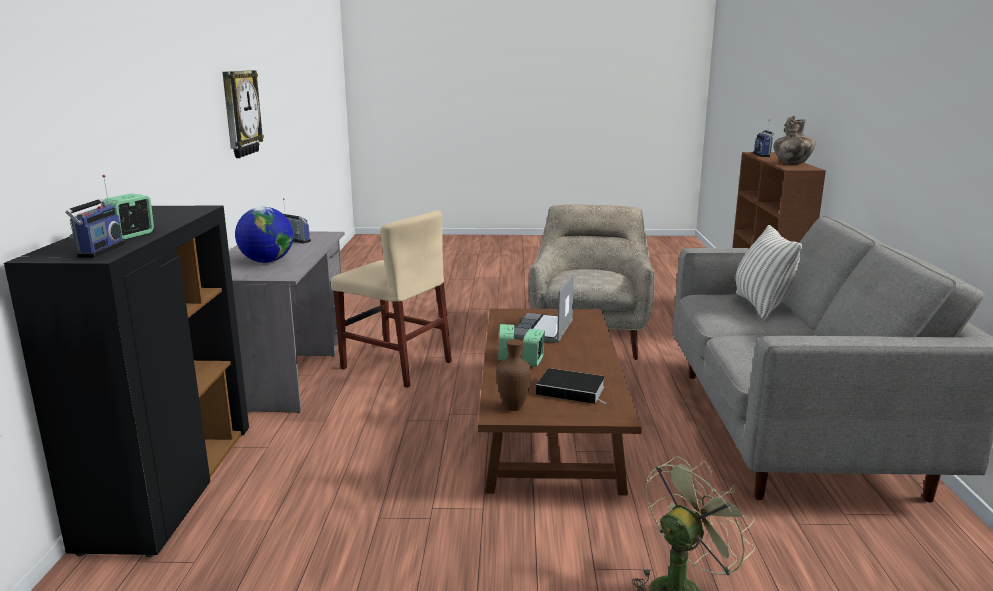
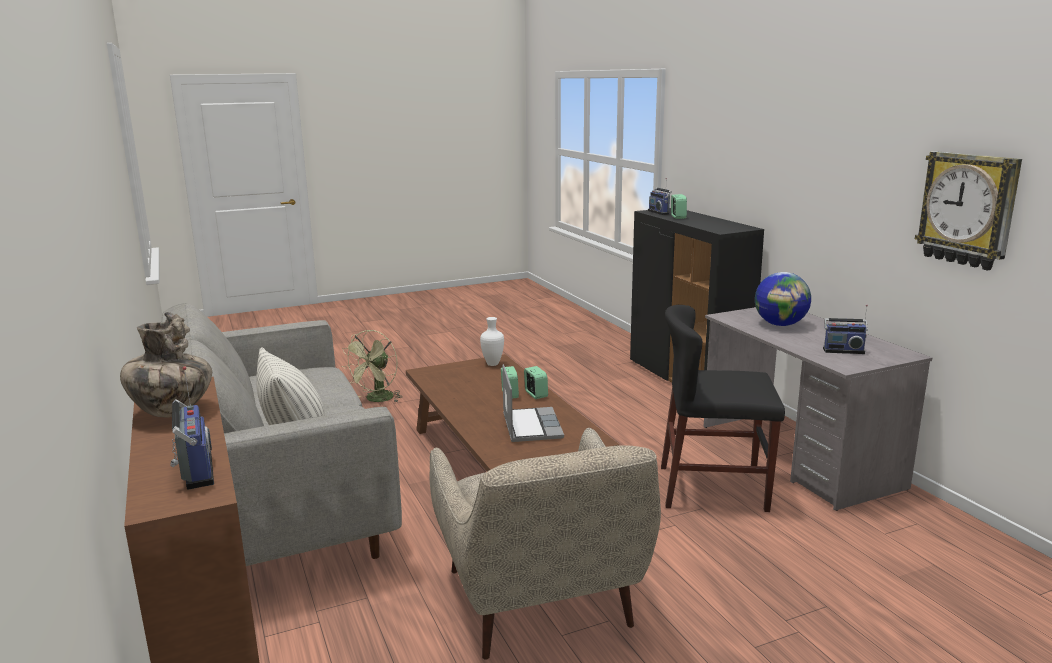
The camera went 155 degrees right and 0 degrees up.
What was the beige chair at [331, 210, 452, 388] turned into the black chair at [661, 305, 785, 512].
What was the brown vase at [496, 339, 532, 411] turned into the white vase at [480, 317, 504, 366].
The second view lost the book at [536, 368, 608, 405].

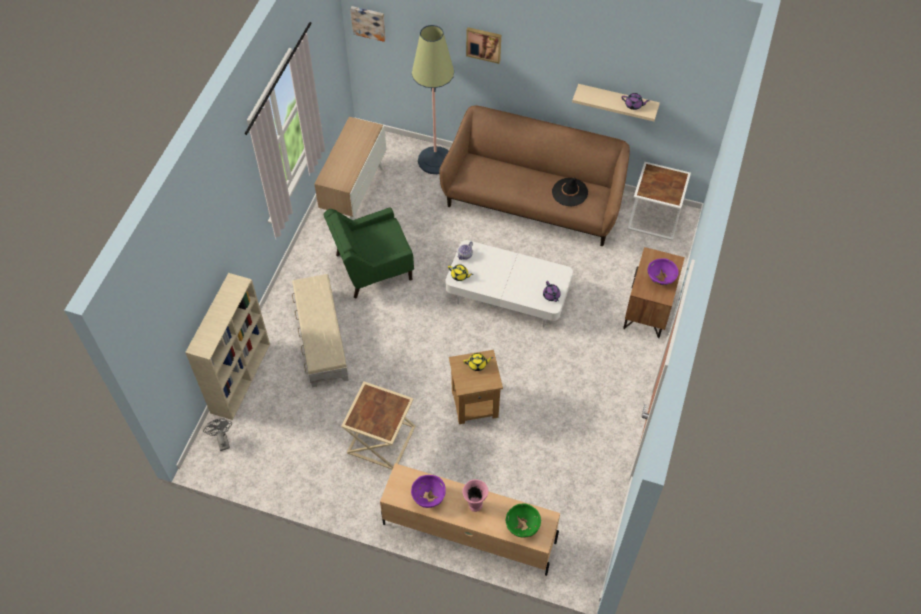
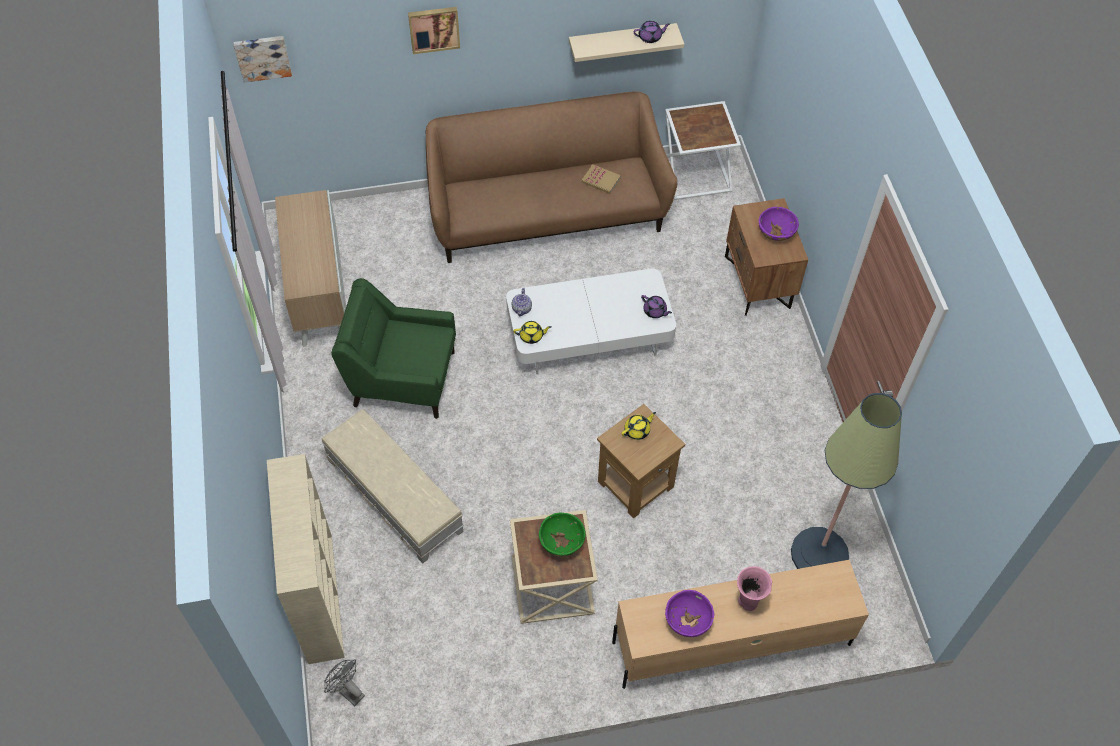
The camera went 30 degrees left and 0 degrees up.
The floor lamp ended up elsewhere, having gone from [412, 25, 454, 174] to [791, 393, 902, 569].
Where the black hat stood at [552, 178, 588, 206], the book came to stand at [581, 164, 621, 194].
The green armchair at [323, 207, 414, 298] ended up facing another way, 60 degrees clockwise from before.
The green bowl ended up elsewhere, having gone from [505, 504, 541, 538] to [539, 512, 586, 556].

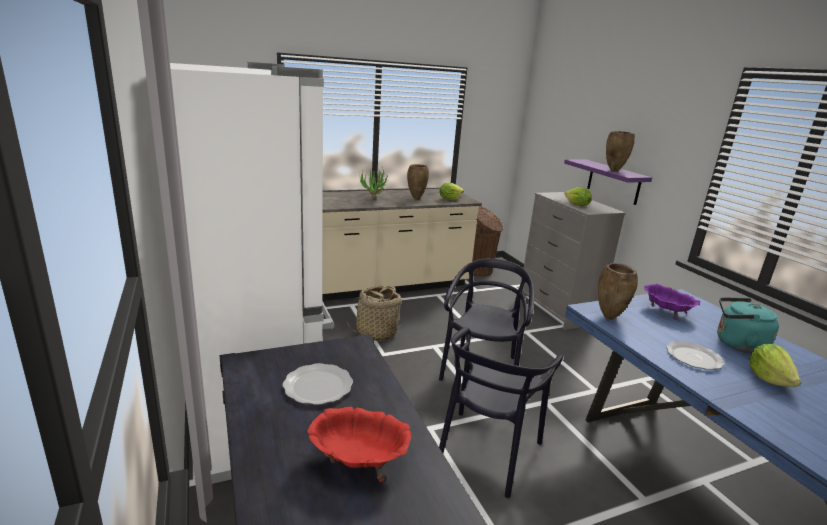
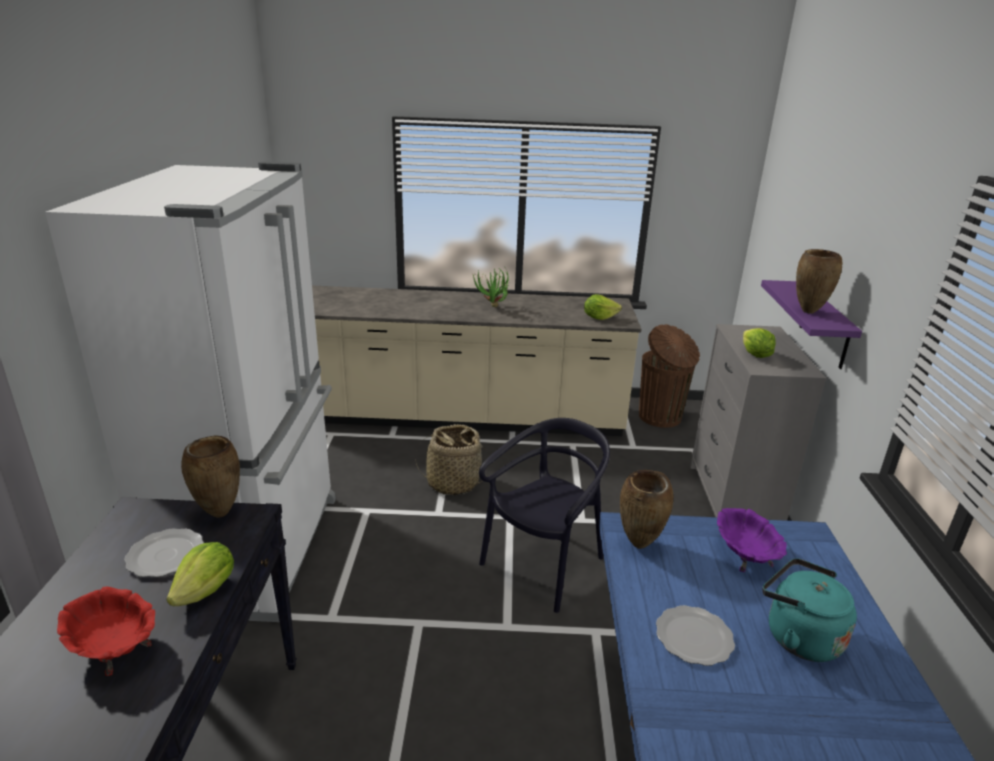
The camera went 25 degrees right and 5 degrees up.
The brown vase ended up elsewhere, having gone from [407, 164, 429, 199] to [181, 435, 240, 518].
The second view lost the black chair at [439, 327, 563, 498].
The lettuce ended up elsewhere, having gone from [749, 344, 801, 387] to [167, 542, 234, 606].

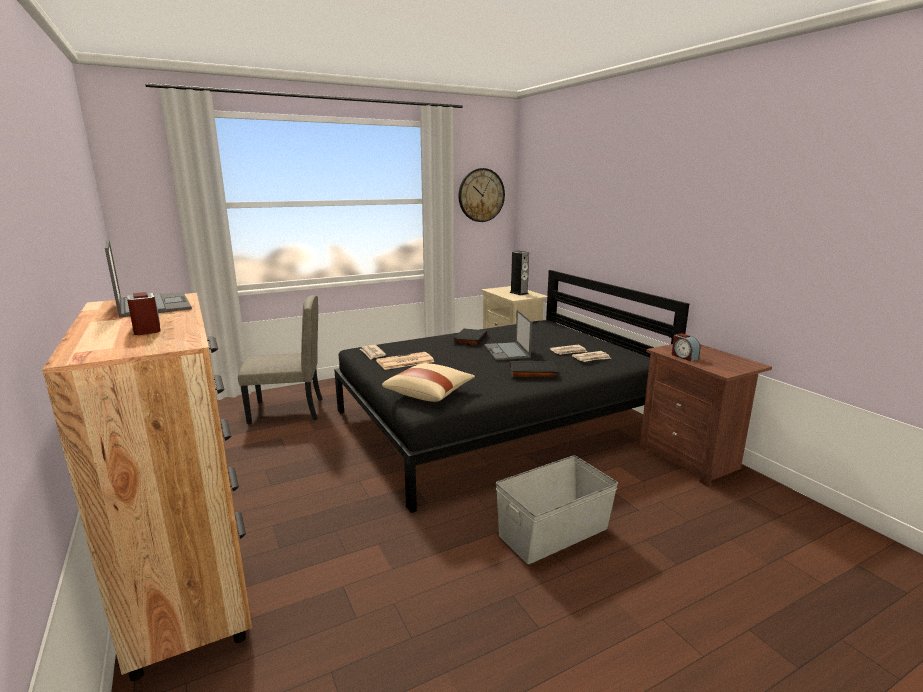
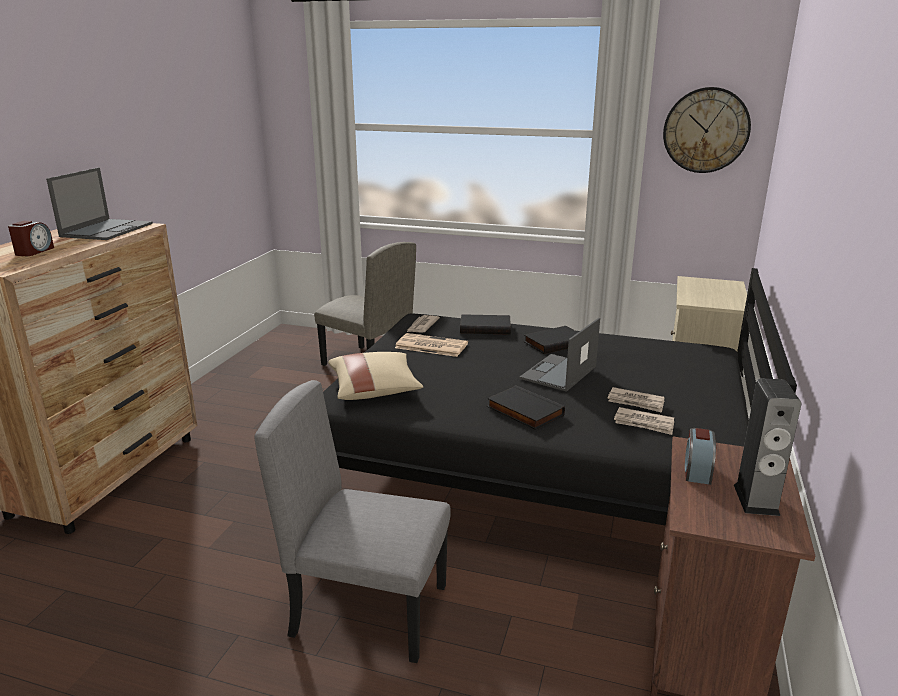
The camera went 45 degrees right and 5 degrees up.
The speaker ended up elsewhere, having gone from [510, 250, 529, 295] to [734, 378, 801, 516].
Where the grey storage box stood at [496, 456, 618, 564], the grey chair came to stand at [254, 380, 451, 663].
The second view gained the black book at [460, 314, 511, 334].

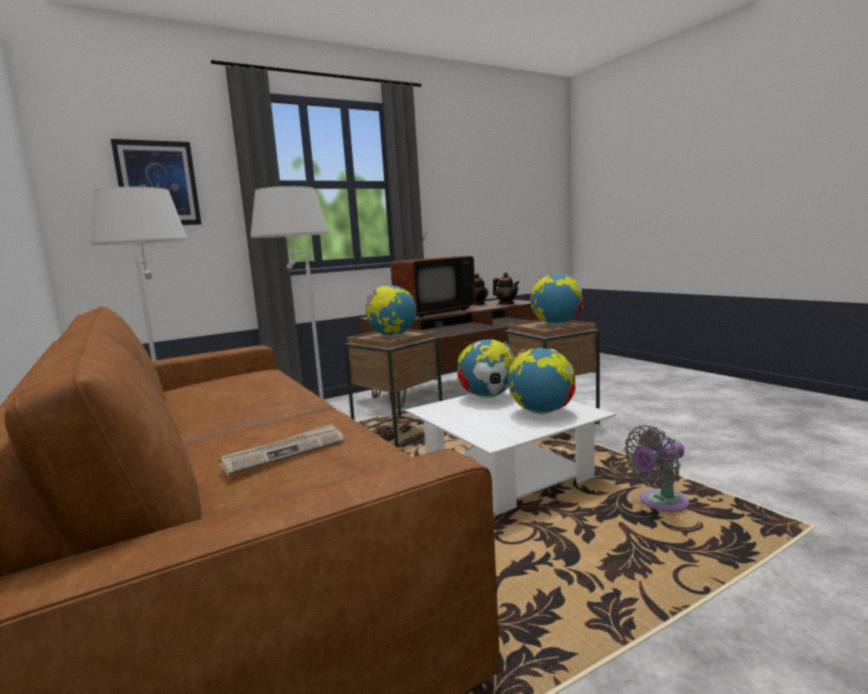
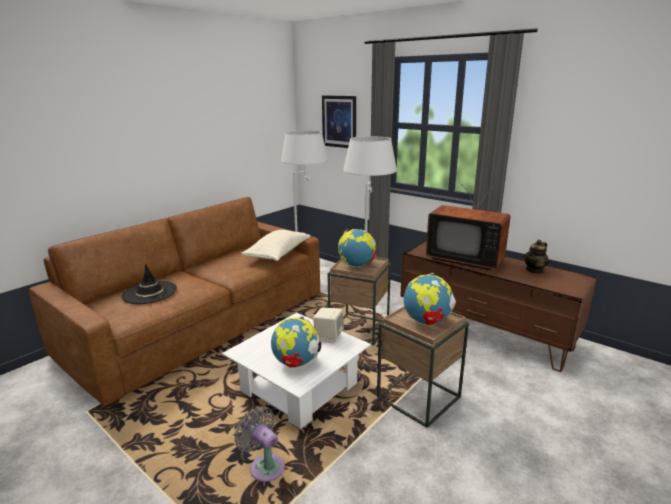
The camera went 70 degrees right and 10 degrees up.
The second view lost the teapot at [493, 273, 519, 304].
Where the globe stood at [457, 339, 516, 398], the beige speaker came to stand at [313, 308, 344, 344].
Where the newspaper stood at [219, 423, 344, 476], the black hat came to stand at [121, 264, 177, 304].
The second view gained the beige pillow at [241, 230, 311, 261].

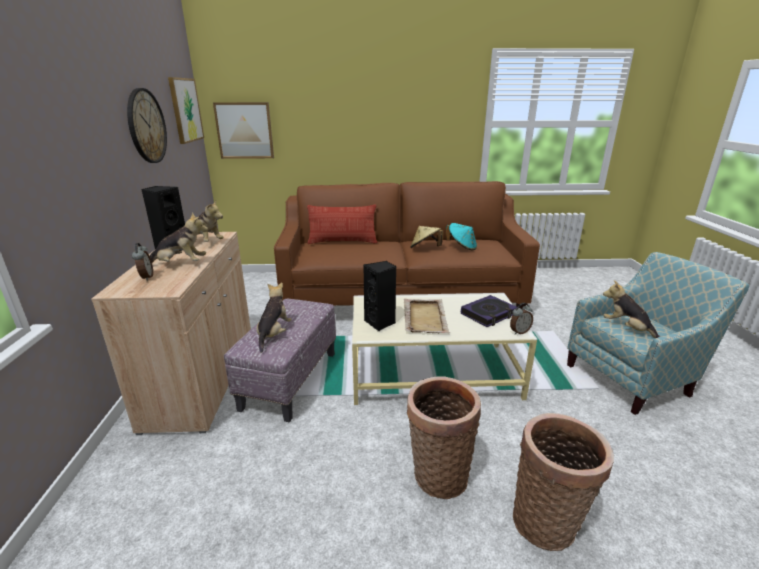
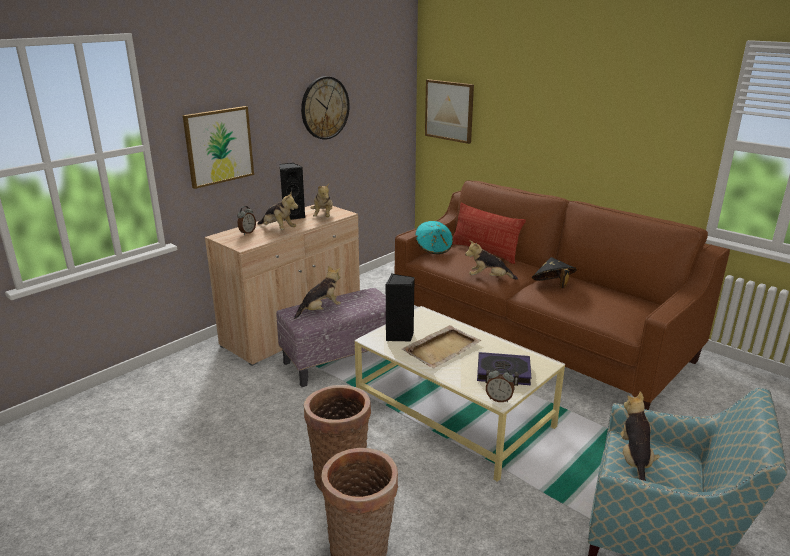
The camera went 45 degrees right and 0 degrees up.
The picture ended up elsewhere, having gone from [168, 77, 204, 144] to [183, 106, 254, 189].
The turquoise hat ended up elsewhere, having gone from [446, 223, 477, 250] to [416, 221, 453, 254].
What was the beige hat at [410, 226, 443, 248] turned into the black hat at [532, 257, 577, 288].
The second view gained the plush toy at [465, 240, 518, 280].

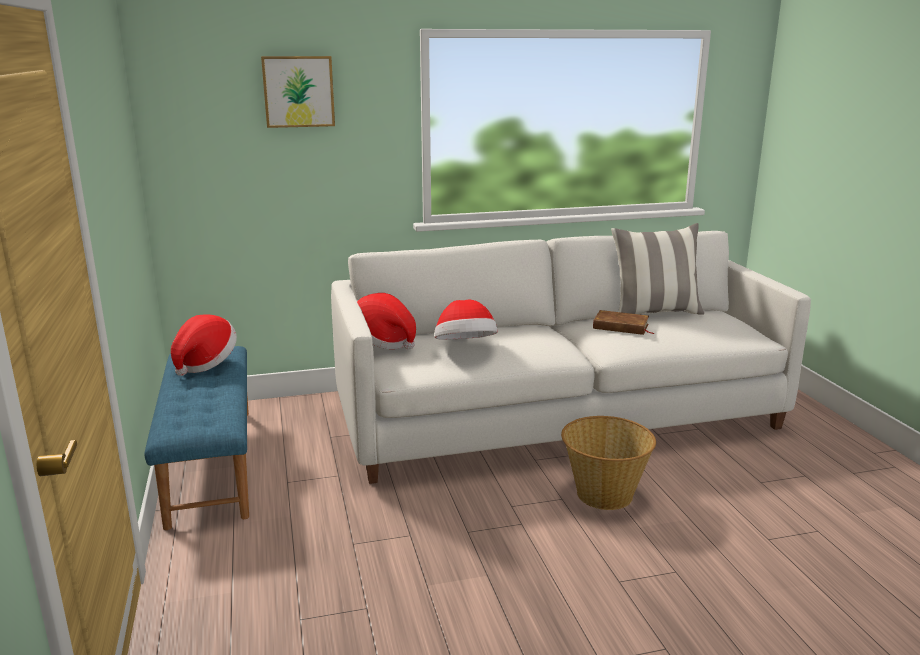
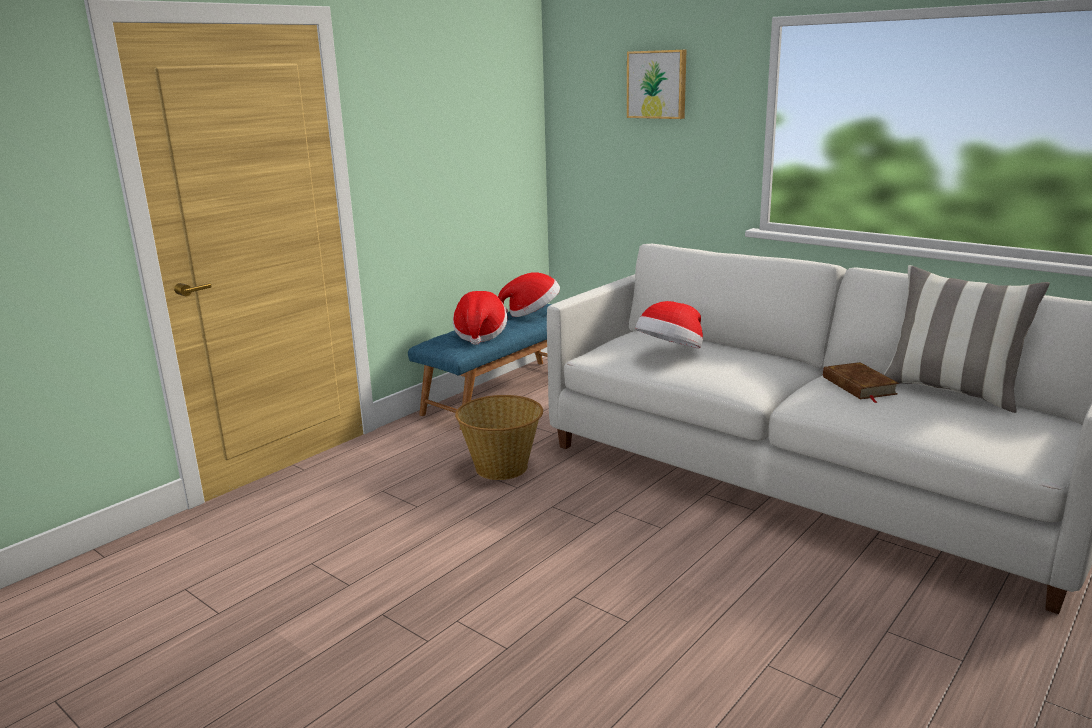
The camera went 55 degrees right and 0 degrees up.
The hat ended up elsewhere, having gone from [357, 293, 416, 350] to [453, 291, 507, 345].
The basket ended up elsewhere, having gone from [561, 416, 656, 510] to [455, 395, 543, 480].

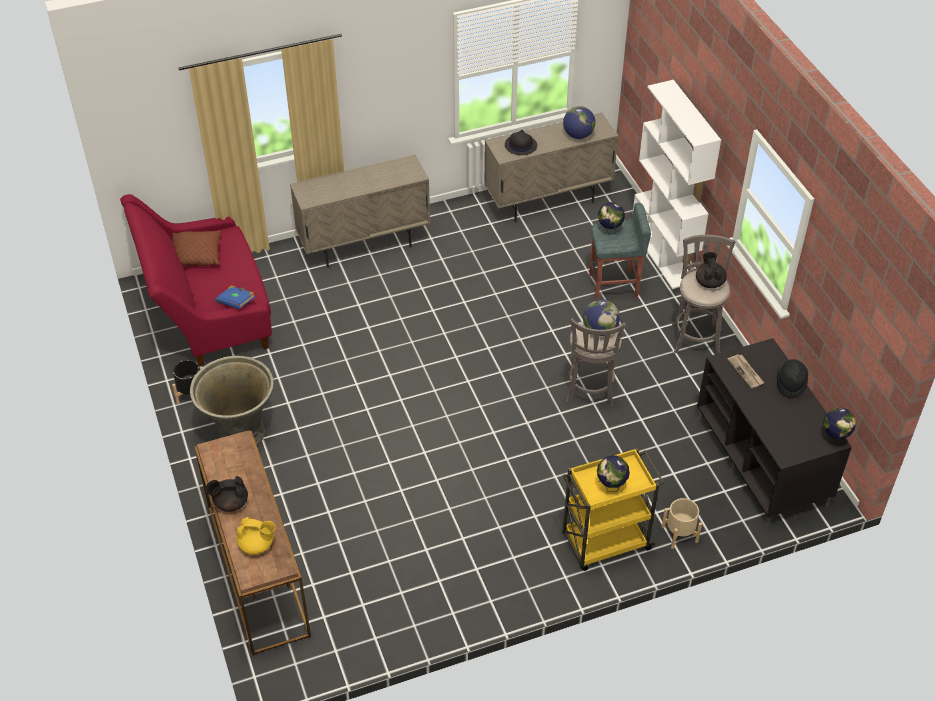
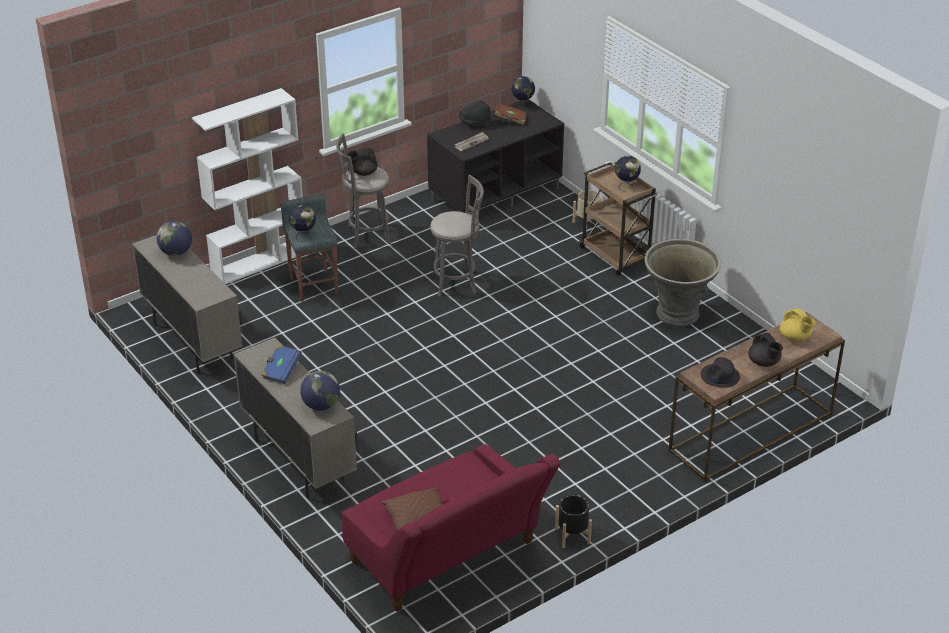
The camera went 105 degrees left and 10 degrees down.
The black hat ended up elsewhere, having gone from [505, 130, 537, 155] to [701, 357, 740, 388].
The blue book ended up elsewhere, having gone from [215, 285, 255, 309] to [261, 344, 302, 384].
The globe ended up elsewhere, having gone from [583, 299, 620, 336] to [300, 371, 340, 411].
The grey planter ended up elsewhere, having gone from [190, 356, 274, 445] to [645, 239, 721, 327].
What was the yellow cart at [562, 448, 664, 571] turned into the brown cart at [579, 162, 657, 276].
The yellow teapot at [237, 517, 275, 555] ended up facing another way, 150 degrees clockwise from before.
The second view gained the brown book at [494, 102, 526, 126].

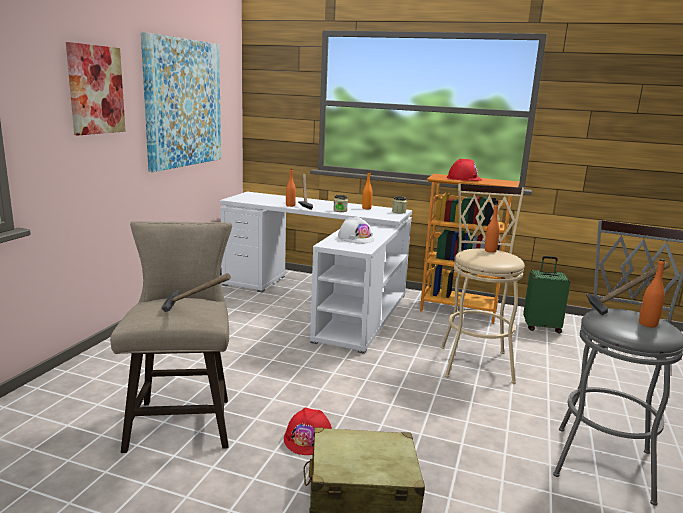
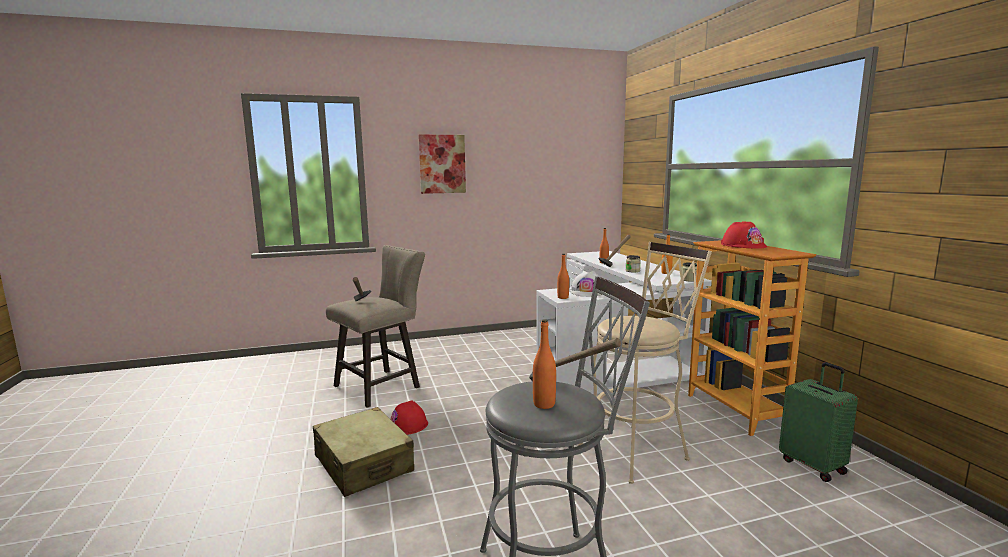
The camera went 55 degrees right and 5 degrees down.
The second view lost the picture at [141, 32, 221, 172].
The orange bottle ended up elsewhere, having gone from [485, 204, 500, 253] to [557, 254, 569, 299].

